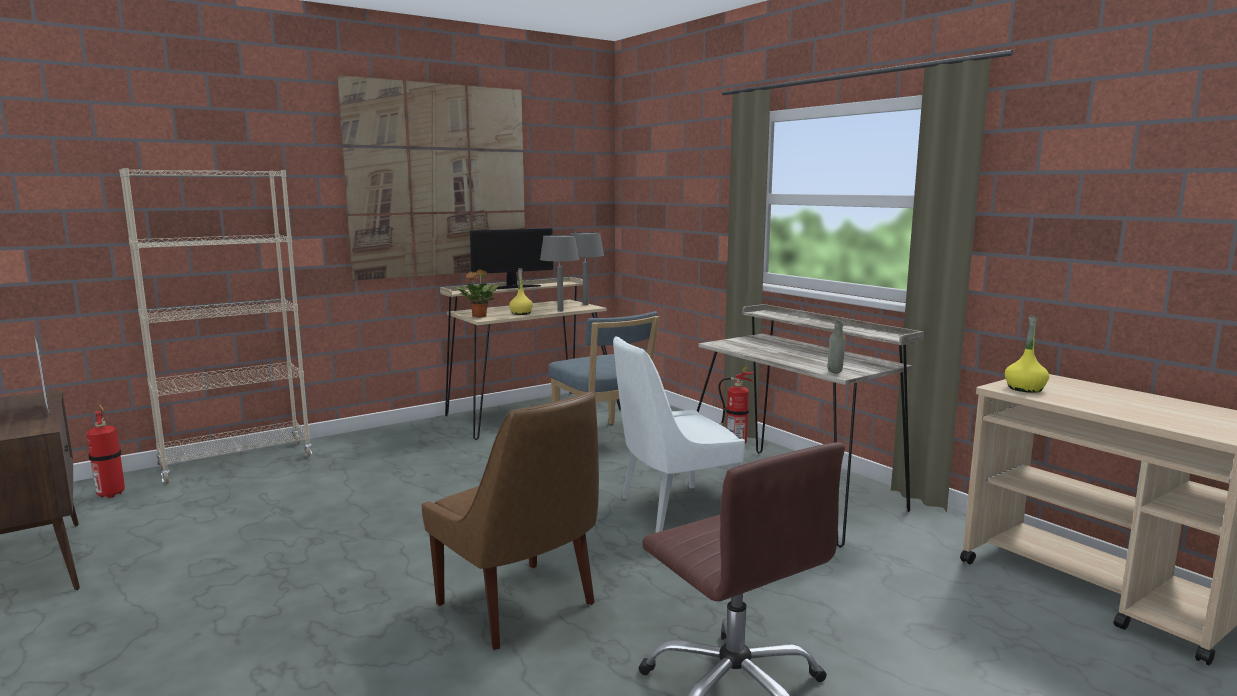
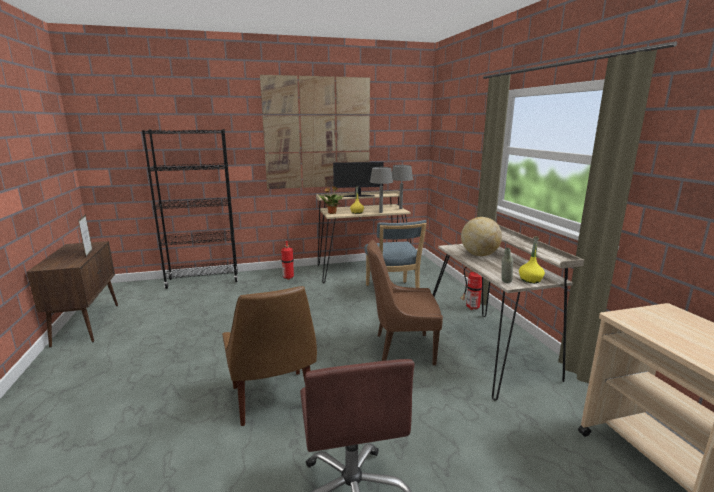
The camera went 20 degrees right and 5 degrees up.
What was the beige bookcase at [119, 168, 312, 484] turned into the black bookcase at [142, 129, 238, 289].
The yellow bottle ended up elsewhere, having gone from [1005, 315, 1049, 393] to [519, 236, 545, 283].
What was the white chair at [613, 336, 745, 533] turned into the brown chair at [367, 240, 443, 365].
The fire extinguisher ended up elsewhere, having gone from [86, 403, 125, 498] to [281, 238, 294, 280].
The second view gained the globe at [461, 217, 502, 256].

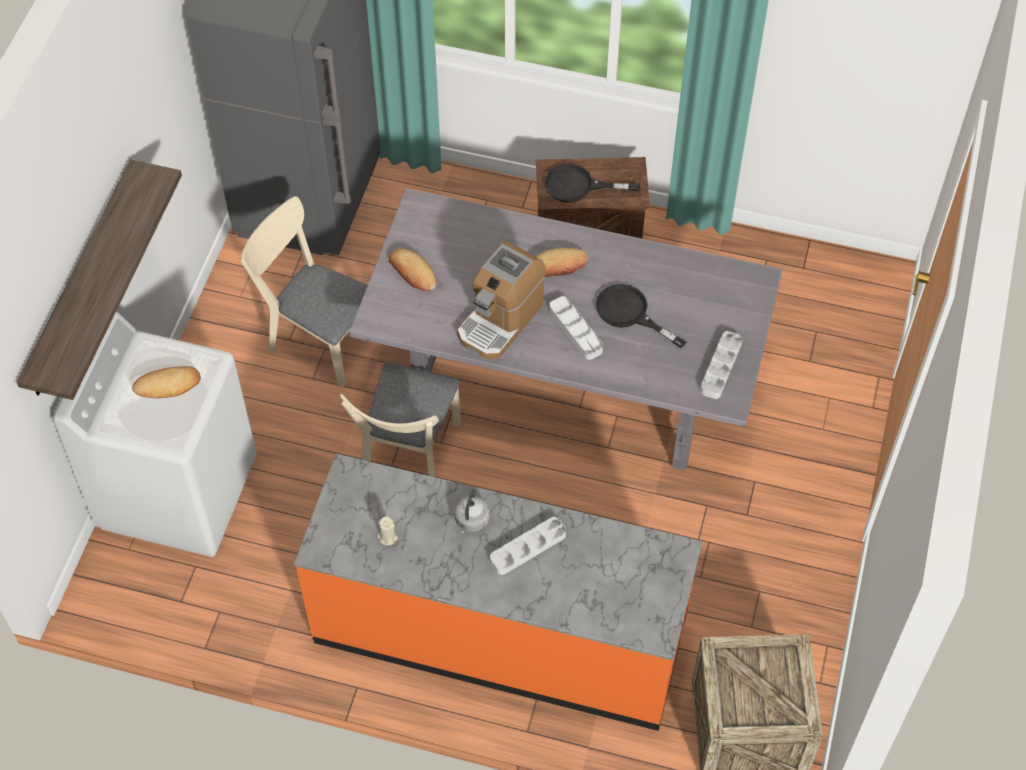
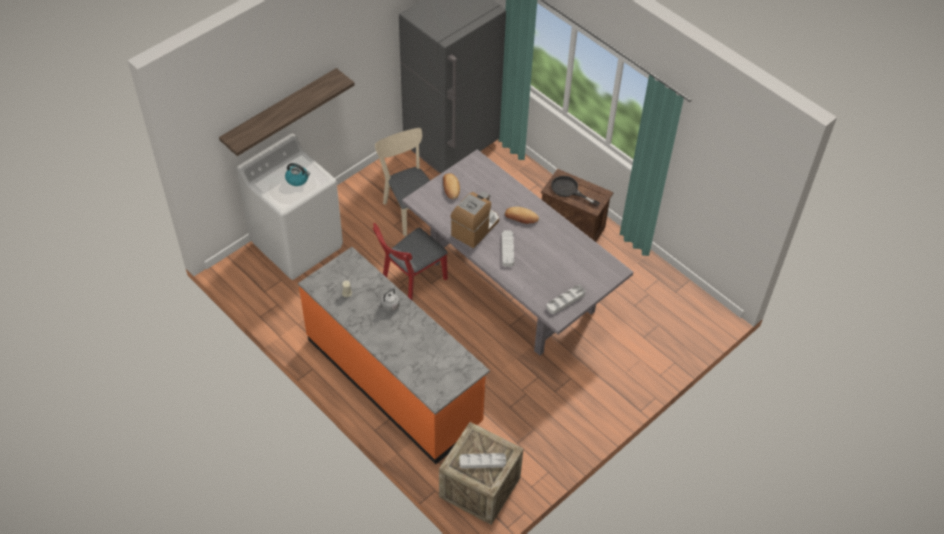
The camera went 30 degrees right and 5 degrees down.
The coffee machine at [457, 241, 546, 359] ended up facing another way, 150 degrees clockwise from before.
The second view lost the black frying pan at [596, 284, 686, 348].
What was the beige chair at [340, 363, 461, 477] turned into the red chair at [373, 223, 448, 300].
Where the bread stood at [132, 366, 201, 398], the kettle came to stand at [285, 163, 310, 186].
The grey tray ended up elsewhere, having gone from [490, 517, 566, 575] to [459, 453, 506, 468].

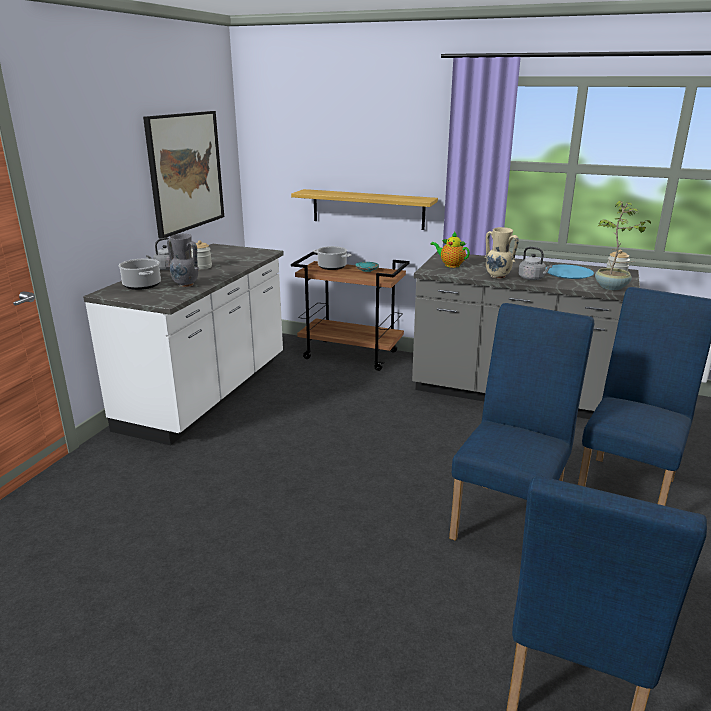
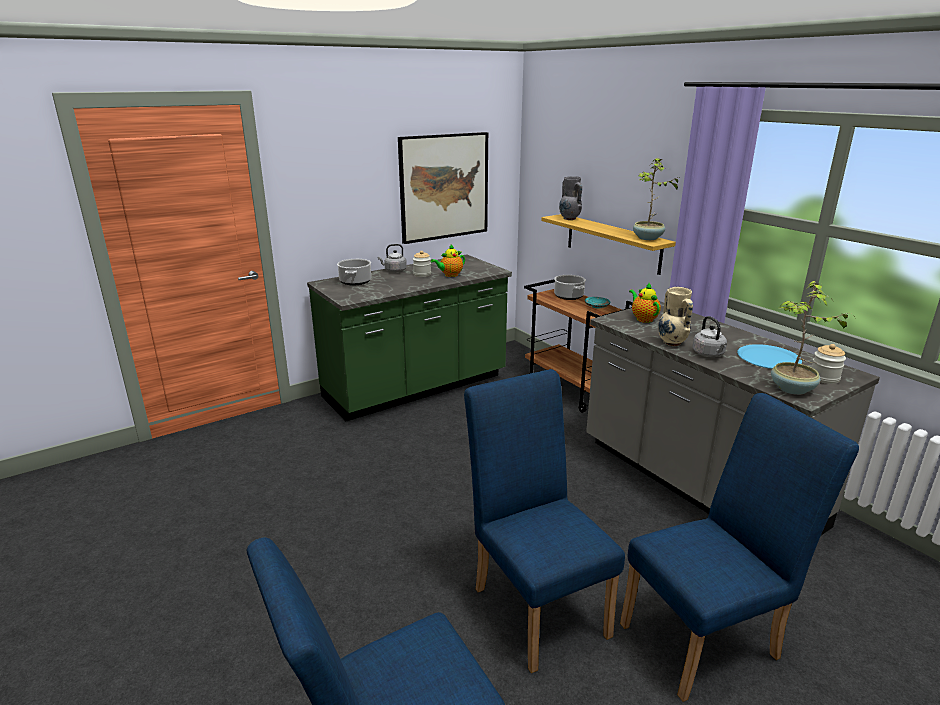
The camera went 35 degrees right and 0 degrees up.
The grey vase ended up elsewhere, having gone from [167, 234, 199, 287] to [559, 176, 582, 220].
What was the white counter at [83, 244, 284, 445] turned into the green counter at [307, 255, 512, 421].
The blue chair at [449, 303, 594, 541] ended up facing another way, 90 degrees counterclockwise from before.
The second view gained the potted plant at [633, 157, 682, 240].
The second view gained the teapot at [431, 245, 465, 277].

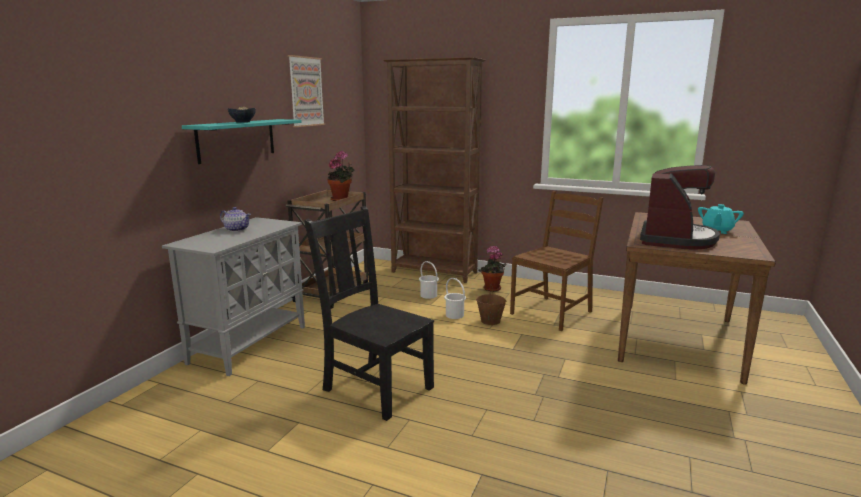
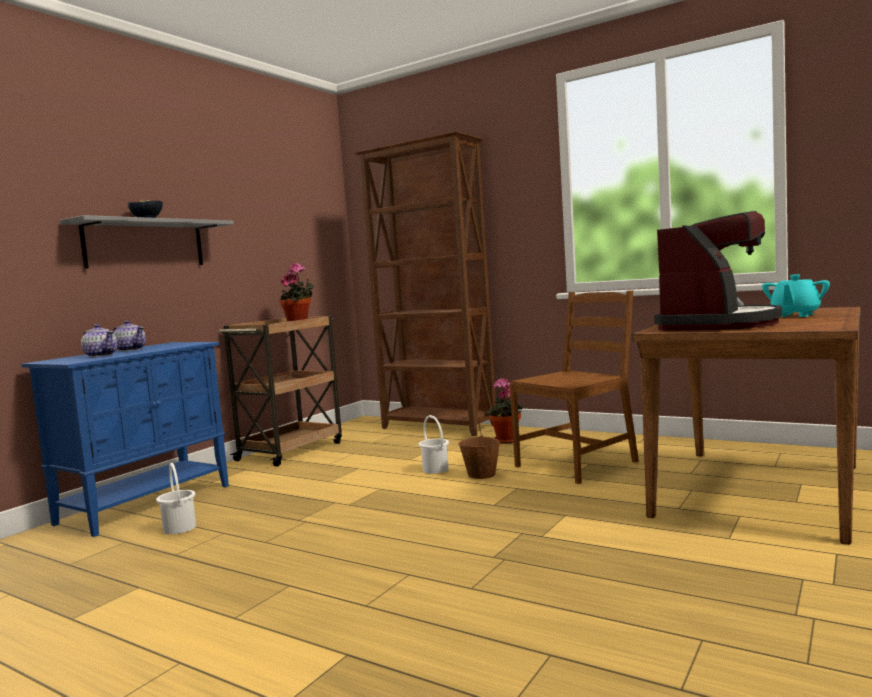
The camera went 10 degrees right and 10 degrees down.
The second view lost the picture at [288, 55, 325, 127].
What was the turquoise shelf at [182, 119, 302, 164] turned into the grey shelf at [60, 215, 234, 269].
The second view lost the black chair at [304, 206, 434, 421].
What was the grey cabinet at [162, 217, 305, 376] turned into the blue cabinet at [22, 342, 229, 537].
The white bucket ended up elsewhere, having gone from [419, 261, 439, 299] to [156, 463, 196, 534].
The second view gained the teapot at [81, 324, 117, 357].

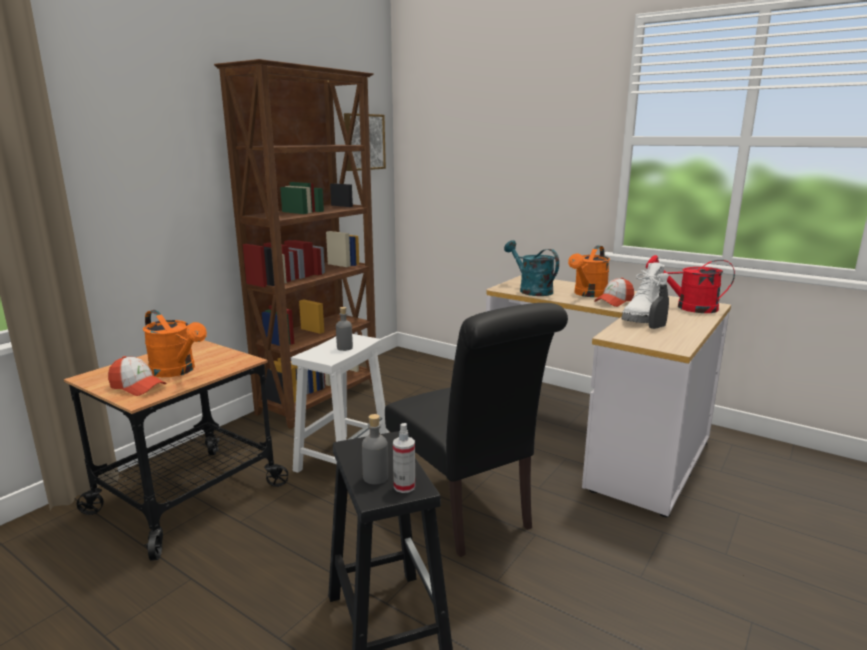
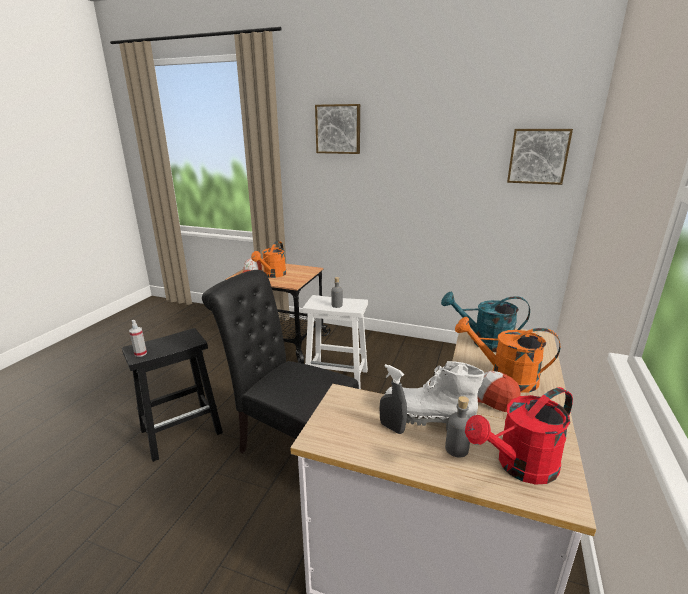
The camera went 75 degrees right and 5 degrees up.
The second view lost the brown bookcase at [214, 59, 376, 429].
The turquoise watering can at [504, 240, 559, 296] ended up facing another way, 120 degrees counterclockwise from before.
The red watering can at [646, 255, 735, 313] ended up facing another way, 120 degrees counterclockwise from before.
The black chair at [385, 303, 568, 557] ended up facing another way, 75 degrees clockwise from before.
The grey bottle ended up elsewhere, having gone from [362, 414, 388, 485] to [445, 396, 470, 458].
The second view gained the picture at [315, 104, 360, 154].

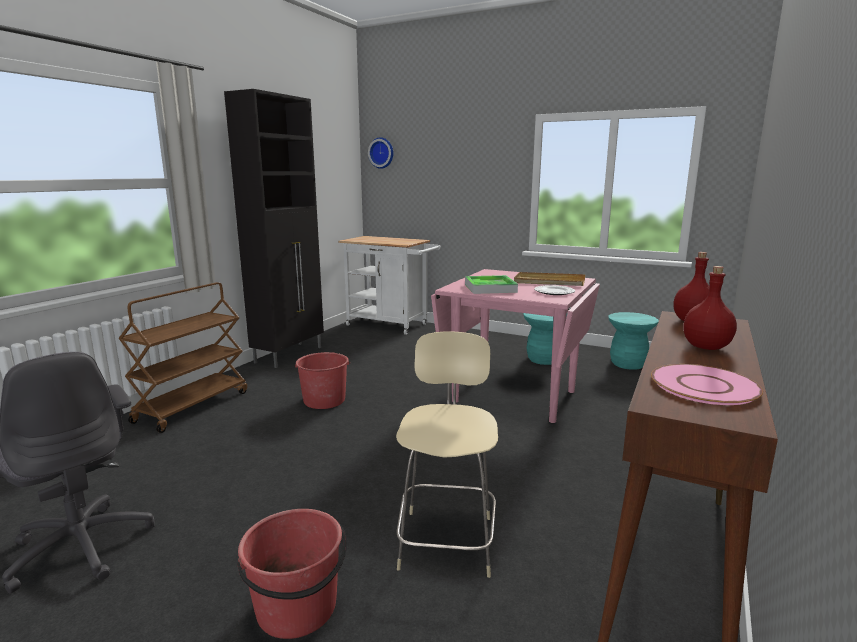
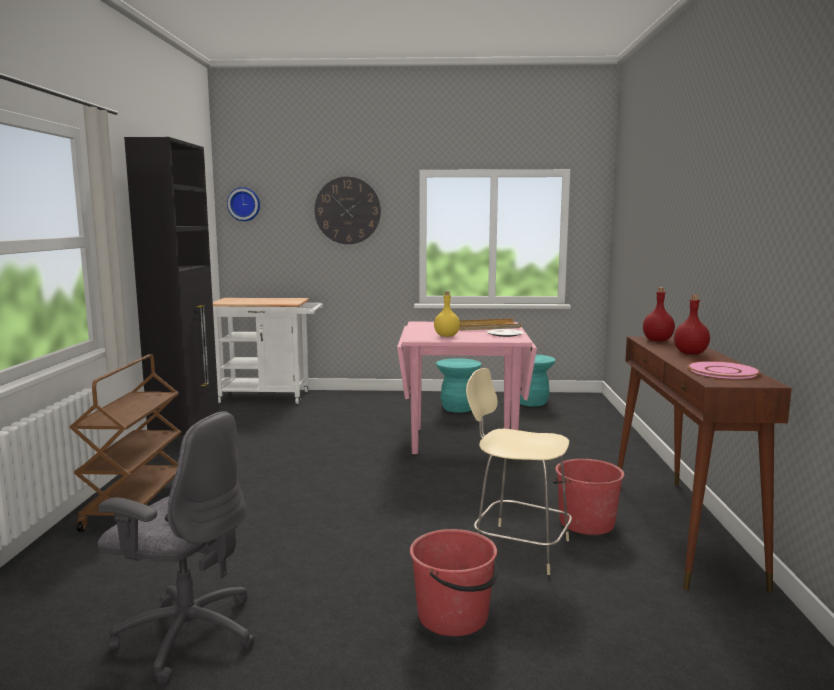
The camera went 25 degrees left and 5 degrees down.
Where the tray stood at [465, 275, 518, 294], the yellow bottle came to stand at [434, 292, 460, 337].
The beige chair at [396, 332, 498, 578] ended up facing another way, 45 degrees counterclockwise from before.
The red bucket ended up elsewhere, having gone from [294, 352, 350, 409] to [553, 459, 625, 535].
The second view gained the wall clock at [314, 177, 381, 244].

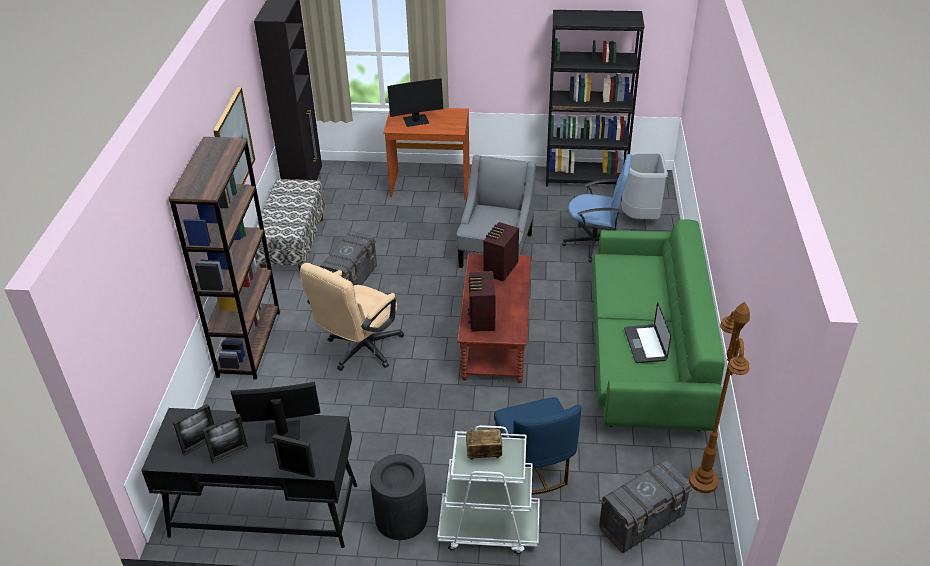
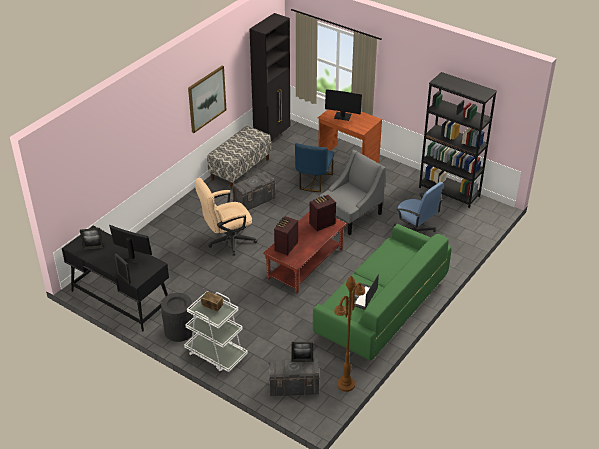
The camera went 30 degrees right and 0 degrees up.
The second view lost the brown bookcase at [168, 137, 280, 380].
The second view lost the grey trash can at [621, 152, 668, 219].
The blue chair ended up elsewhere, having gone from [494, 397, 581, 495] to [295, 143, 334, 192].
The picture frame ended up elsewhere, having gone from [202, 414, 248, 463] to [291, 342, 313, 362].

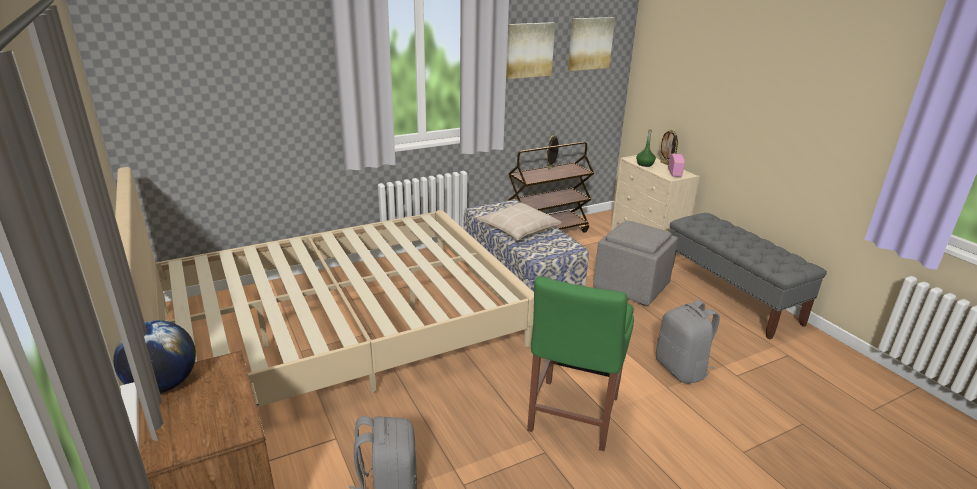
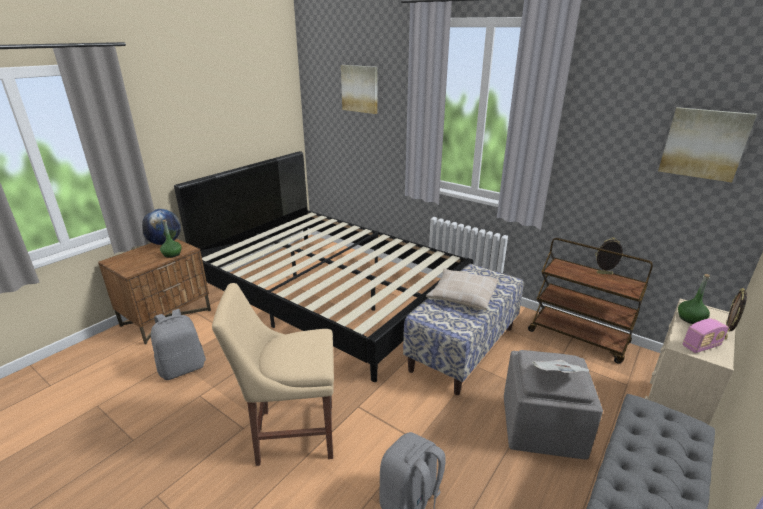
The camera went 65 degrees right and 0 degrees up.
The picture ended up elsewhere, having gone from [506, 22, 555, 79] to [341, 65, 378, 114].
What was the beige bed at [115, 167, 534, 407] turned into the black bed at [174, 151, 474, 382].
What was the green chair at [527, 276, 634, 451] turned into the beige chair at [212, 283, 334, 466].
The second view gained the green bottle at [160, 219, 182, 258].
The second view gained the newspaper at [532, 360, 590, 373].

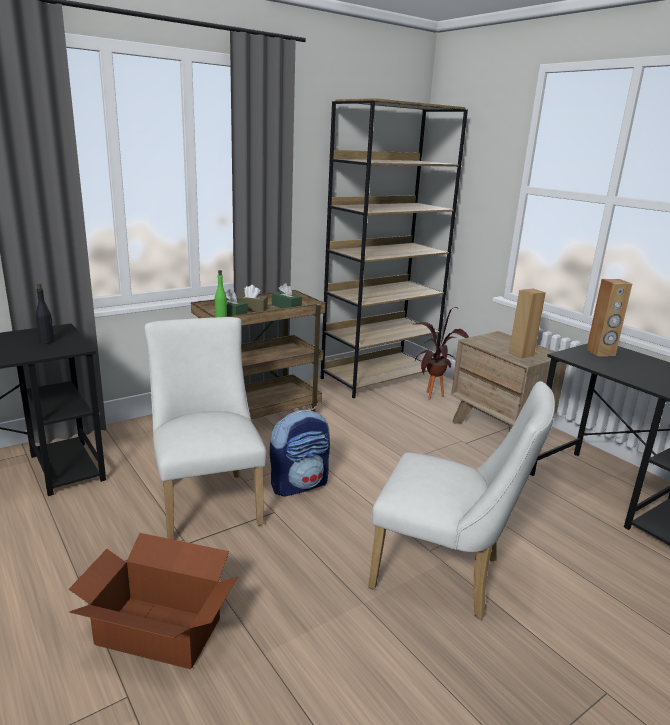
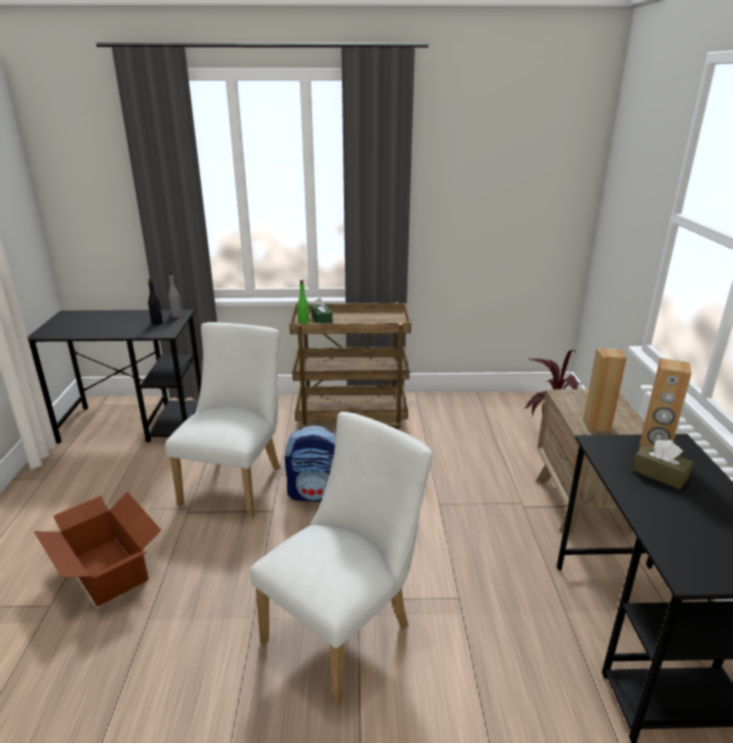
The camera went 35 degrees right and 5 degrees up.
The second view lost the brown bookcase at [321, 98, 468, 398].
The second view lost the green tissue box at [272, 283, 302, 309].
The brown tissue box ended up elsewhere, having gone from [237, 285, 268, 312] to [632, 440, 693, 489].
The white chair at [368, 381, 555, 620] ended up facing another way, 105 degrees counterclockwise from before.
The second view gained the grey bottle at [168, 271, 182, 318].

